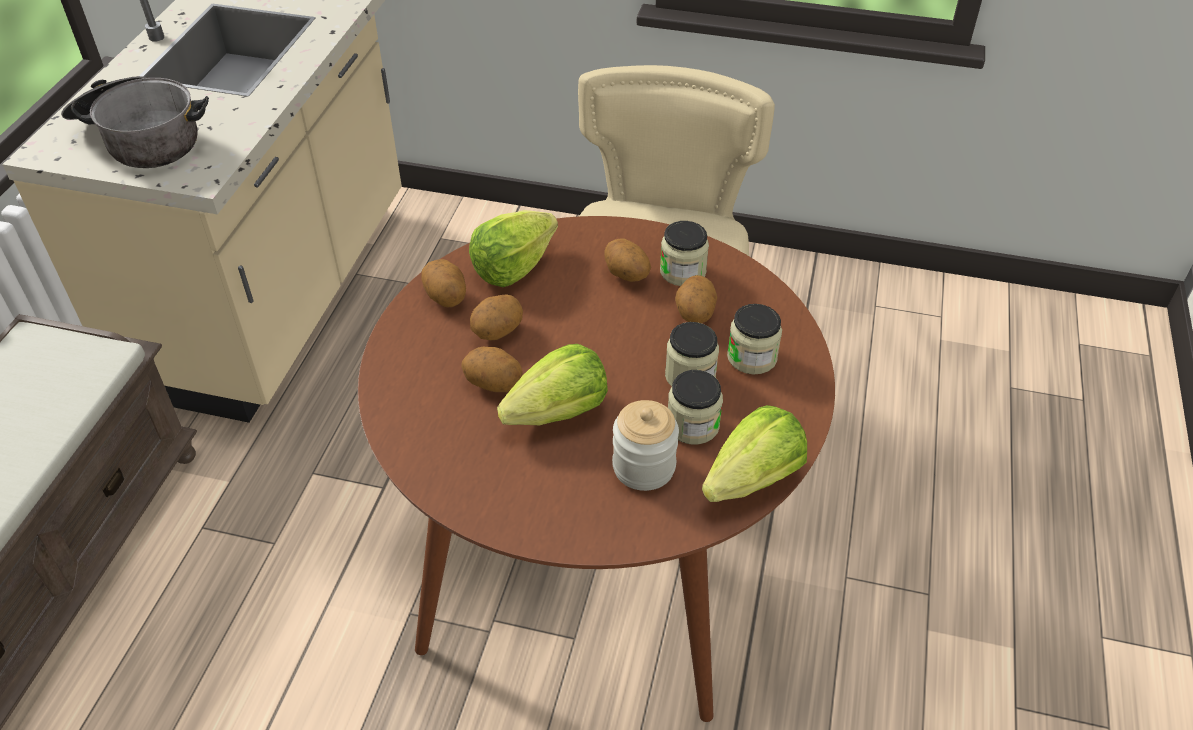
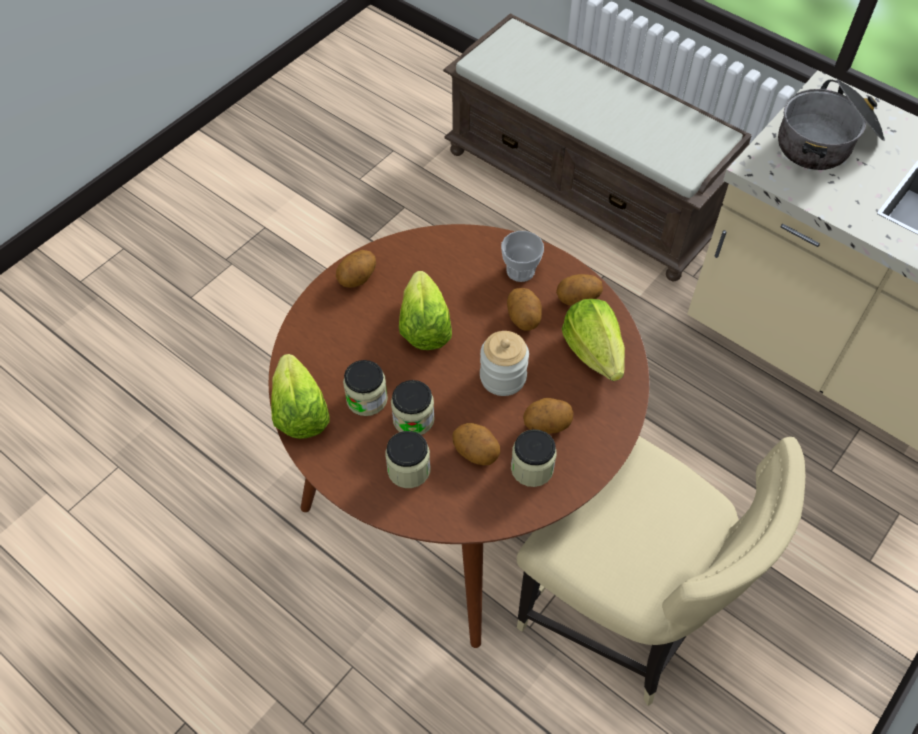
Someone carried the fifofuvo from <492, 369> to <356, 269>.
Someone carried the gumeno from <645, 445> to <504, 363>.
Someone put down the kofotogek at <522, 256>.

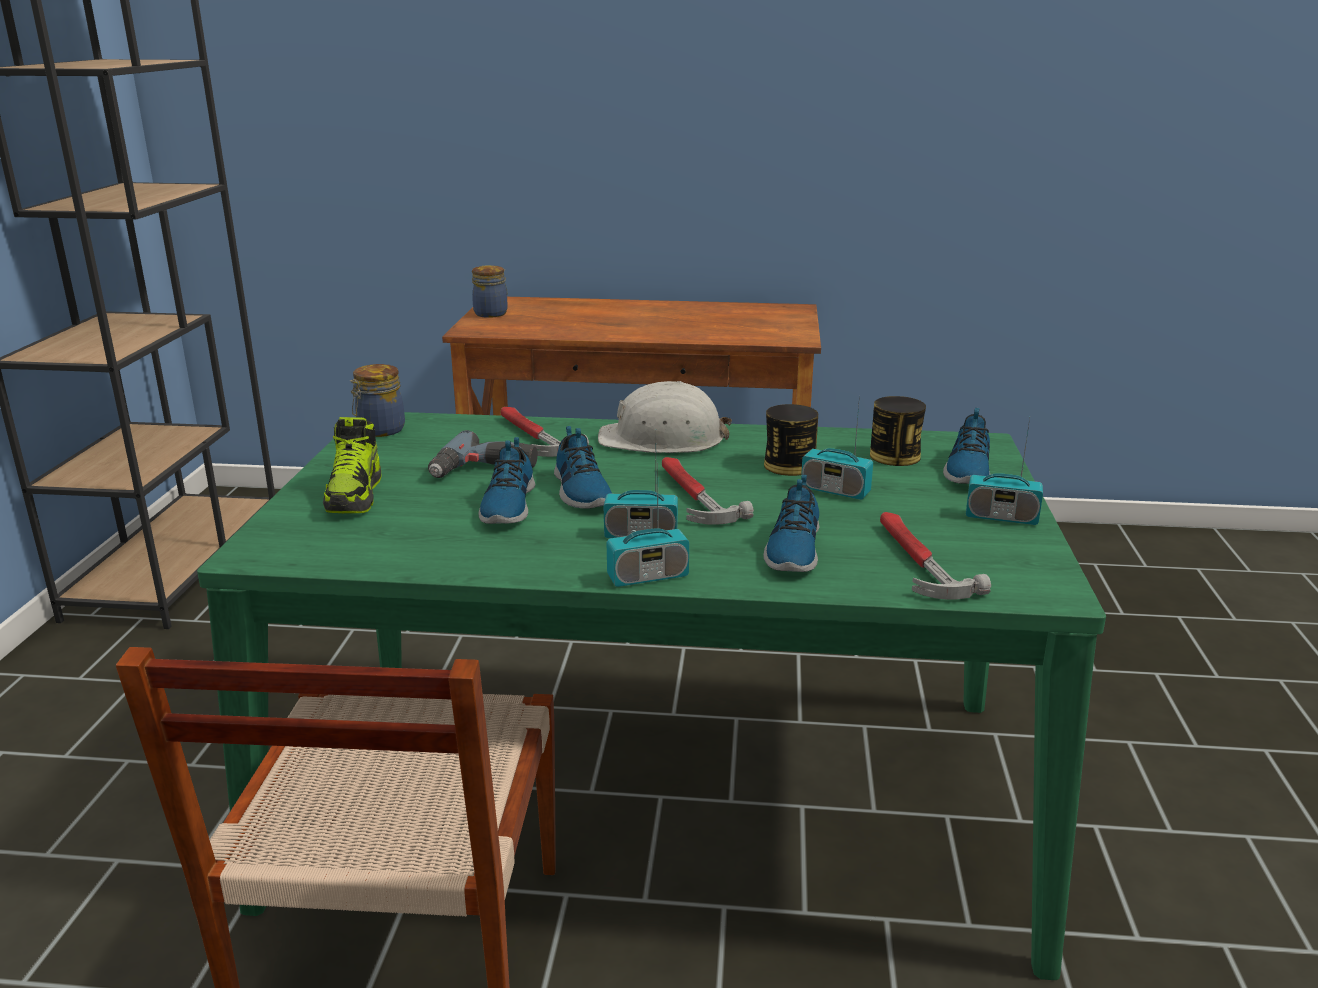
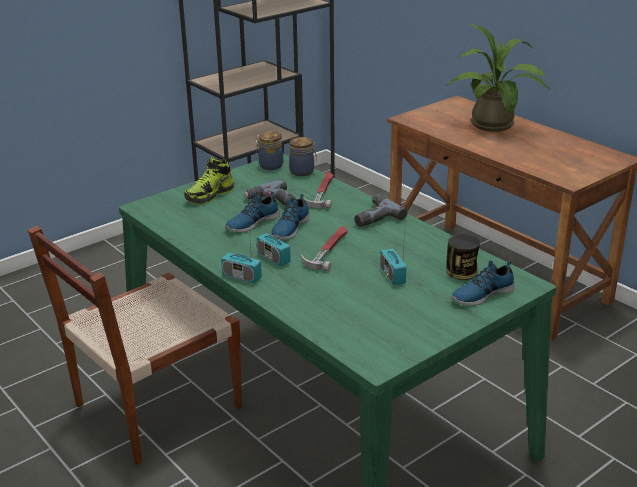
Someone carried the gumeno from <490, 291> to <303, 156>.
Someone swapped the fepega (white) at <665, 417> for the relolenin at <381, 210>.
Someone took away the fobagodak at <791, 523>.
Someone took away the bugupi at <791, 440>.
Someone took away the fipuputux at <935, 556>.
Someone took away the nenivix at <1004, 471>.
Someone put down the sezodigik at <499, 77>.

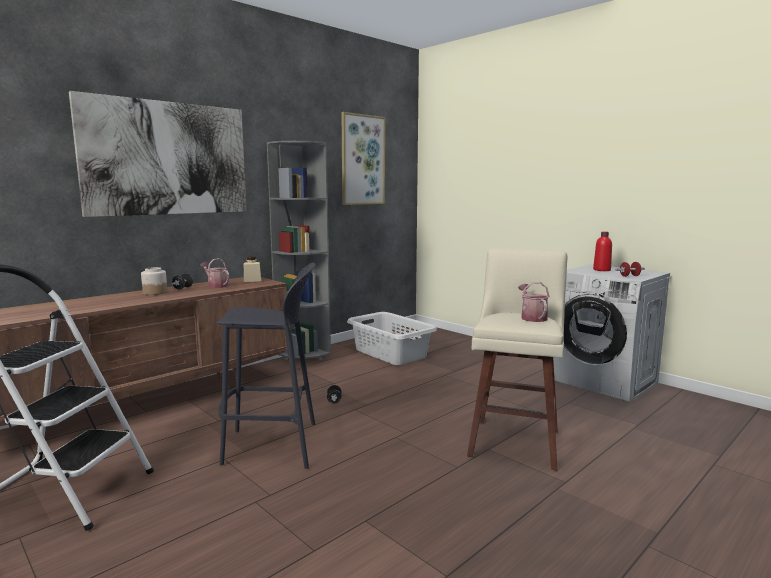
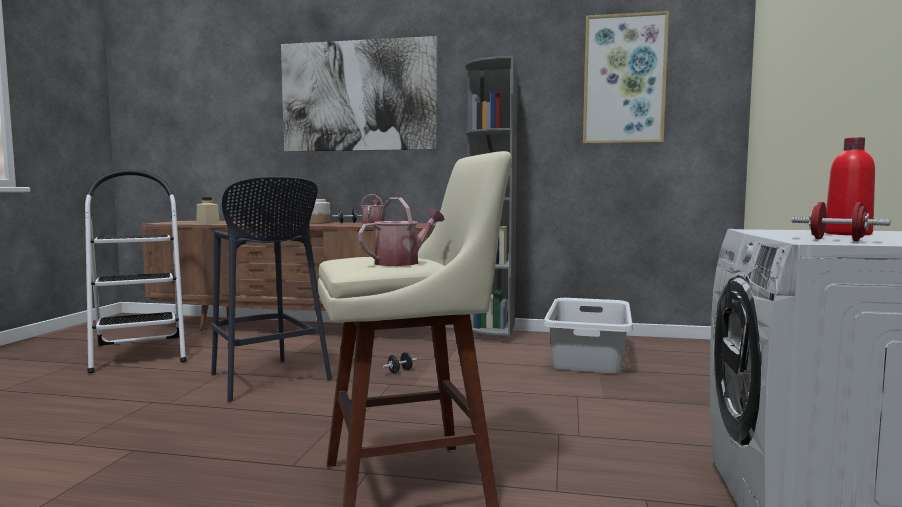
Someone carried the gumeno (beige) from <252, 269> to <208, 210>.

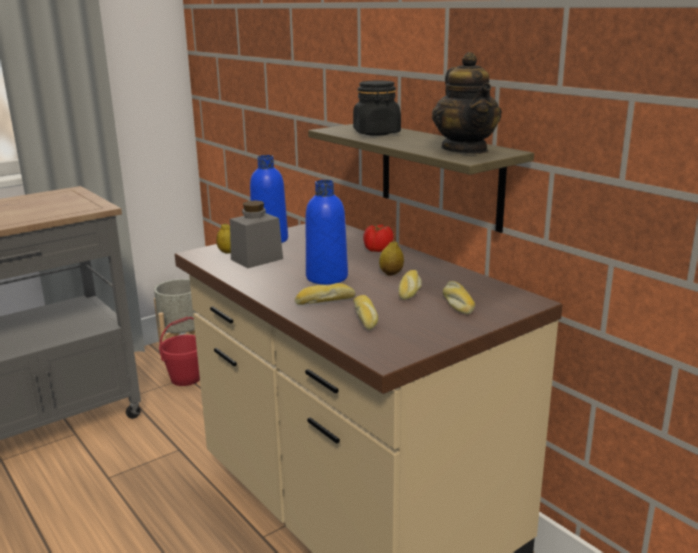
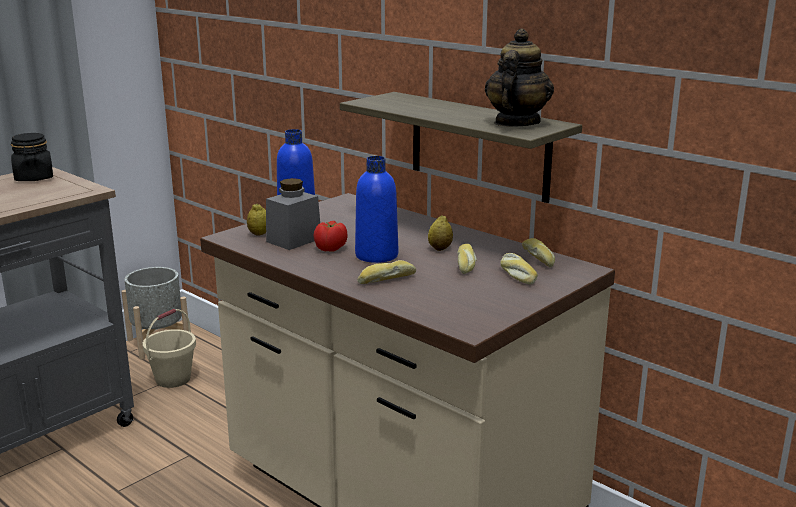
Someone repainted the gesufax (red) at <179, 351>, which became the gesufax (beige) at <169, 348>.
Someone carried the gumeno (black) from <377, 108> to <32, 157>.
Someone carried the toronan from <365, 312> to <538, 253>.
Someone carried the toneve from <378, 238> to <330, 236>.
Someone rotated the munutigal at <467, 103> by 135 degrees counterclockwise.

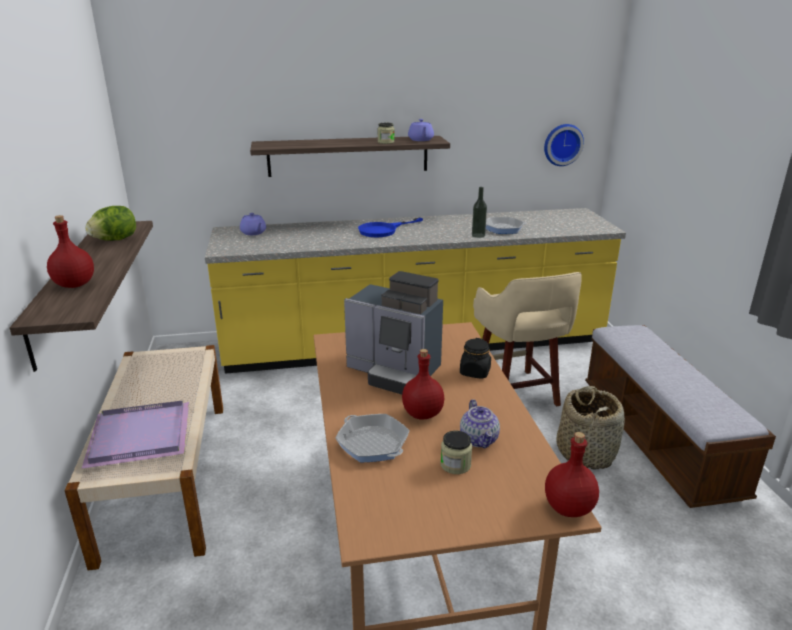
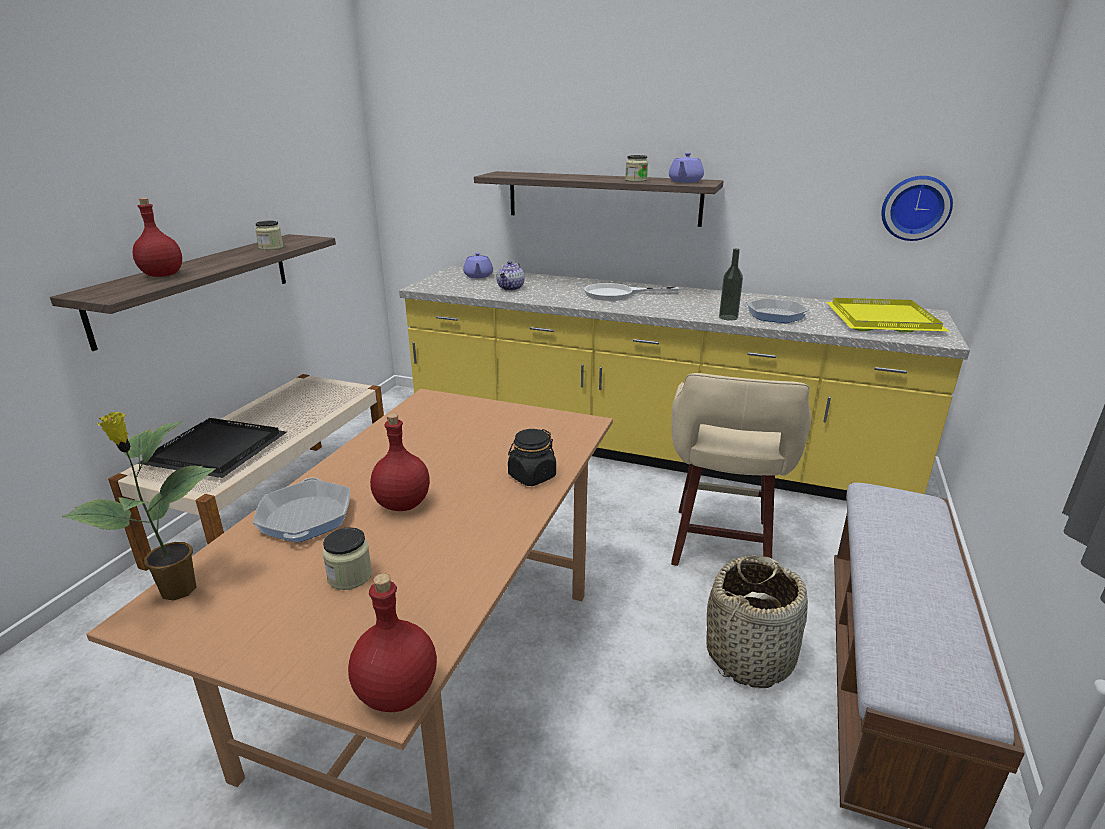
Someone repainted the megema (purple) at <135, 434>, which became the megema (black) at <212, 448>.
Someone swapped the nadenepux at <110, 223> for the gumeno at <269, 235>.
Someone took away the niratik at <393, 333>.
Someone repainted the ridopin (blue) at <390, 227>, which became the ridopin (white) at <632, 292>.
Someone carried the munutigal from <480, 423> to <511, 276>.
Someone put down the sezodigik at <139, 506>.
Someone put down the megema (yellow) at <888, 315>.

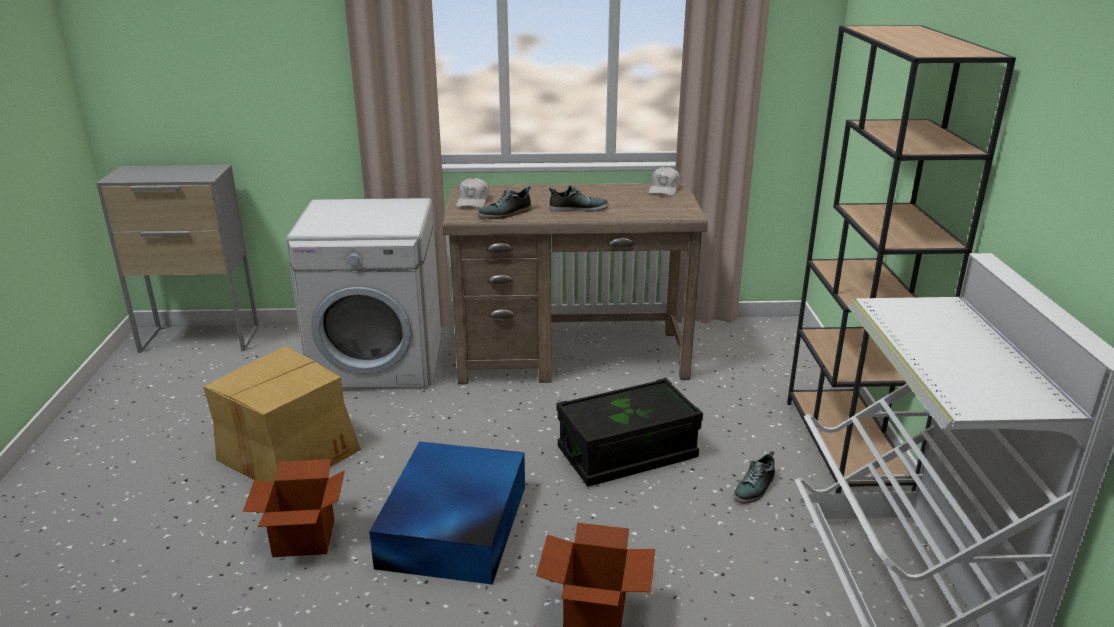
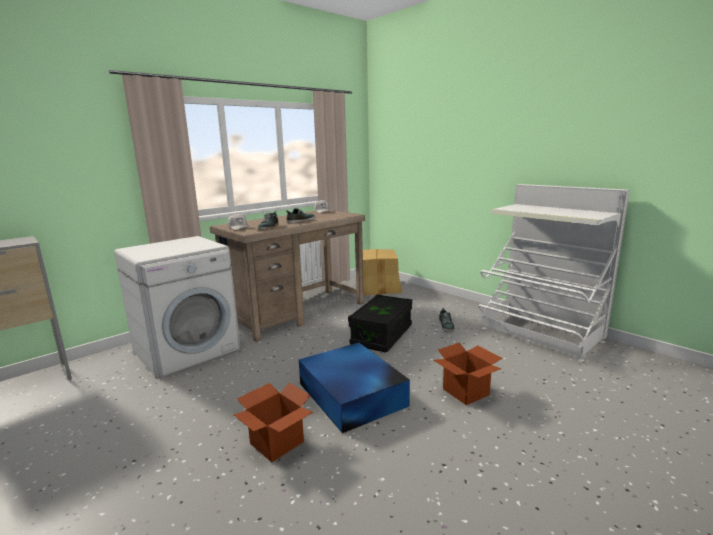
Someone carried the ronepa from <282, 413> to <382, 272>.
Someone took away the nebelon at <901, 259>.

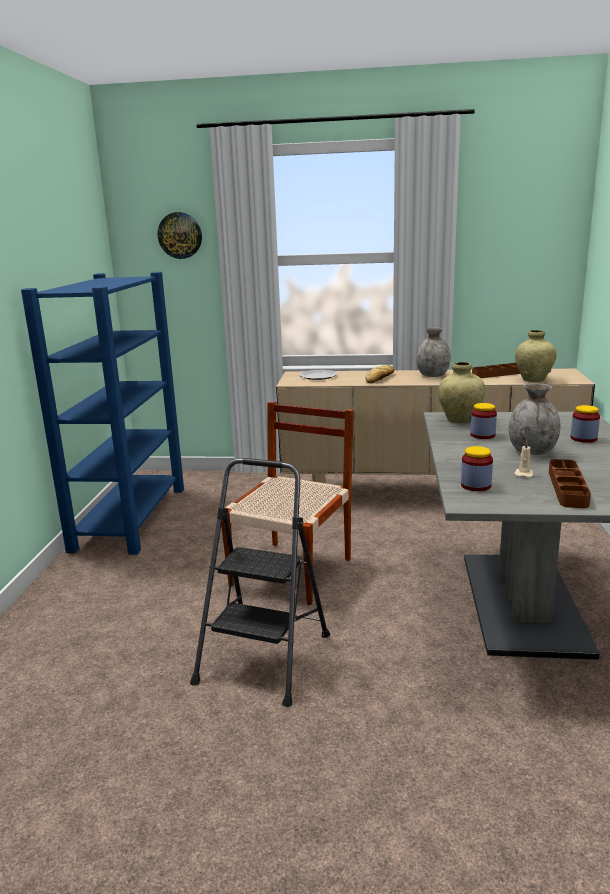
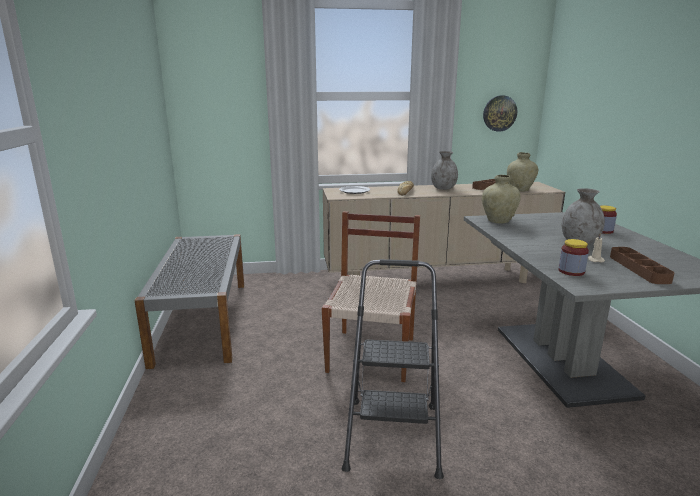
Someone swapped the nebelon (blue) at <102, 413> for the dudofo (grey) at <189, 301>.
Someone carried the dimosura from <180, 235> to <500, 113>.
Someone took away the gumeno at <483, 421>.

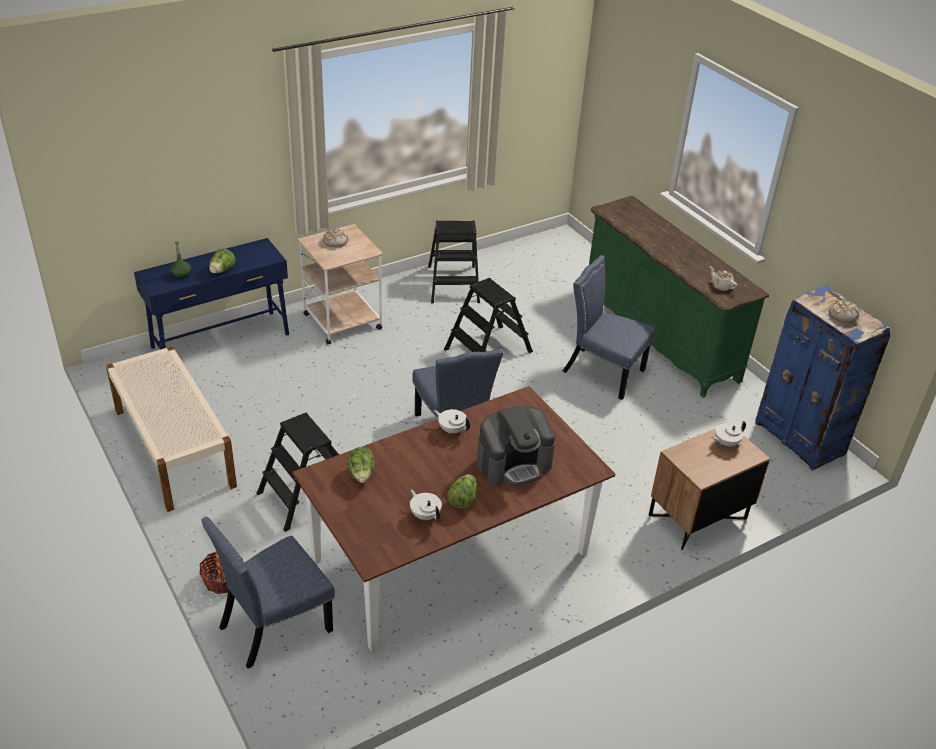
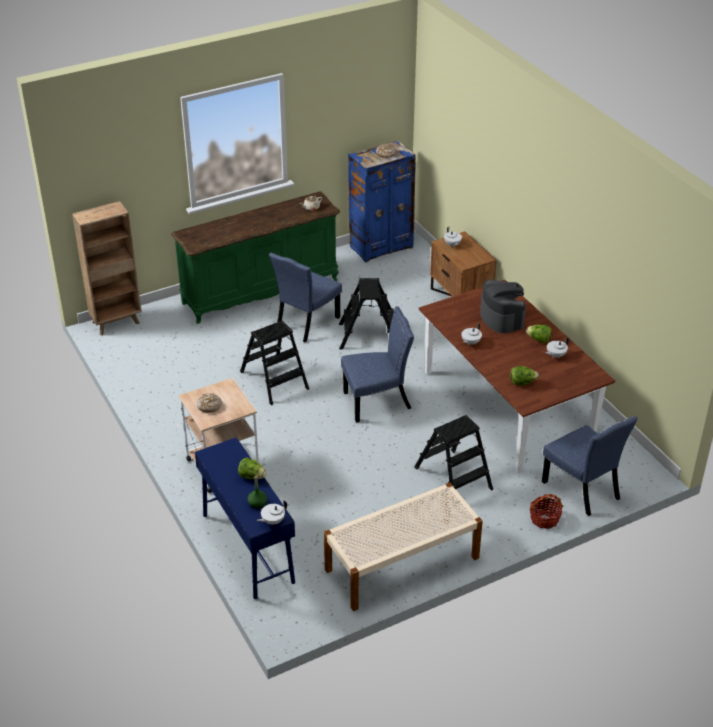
Someone carried the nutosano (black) from <454, 261> to <366, 314>.
Someone put down the nebelon (brown) at <107, 268>.
Someone put down the munutigal (white) at <272, 512>.

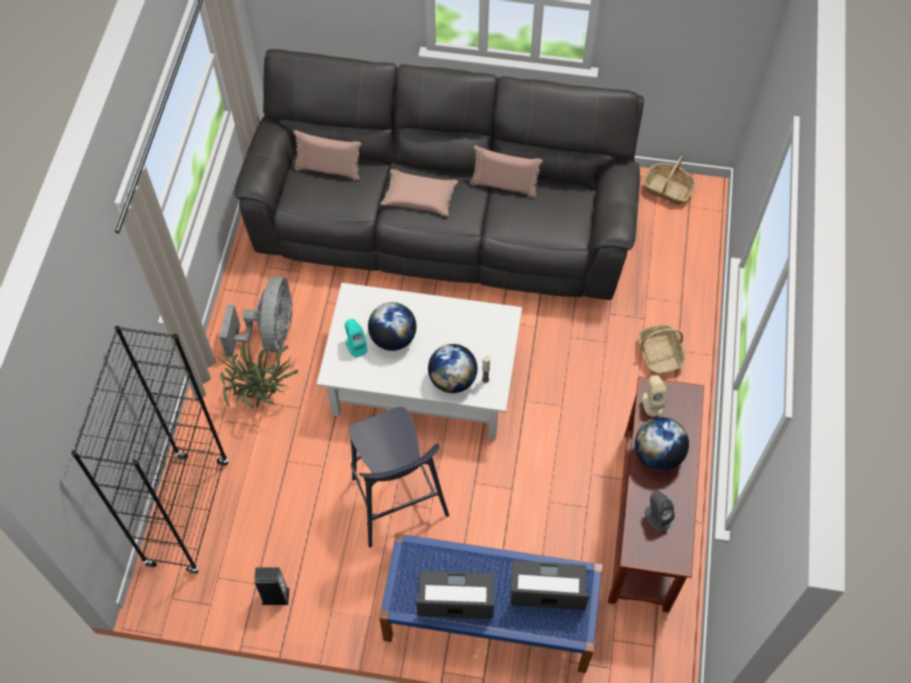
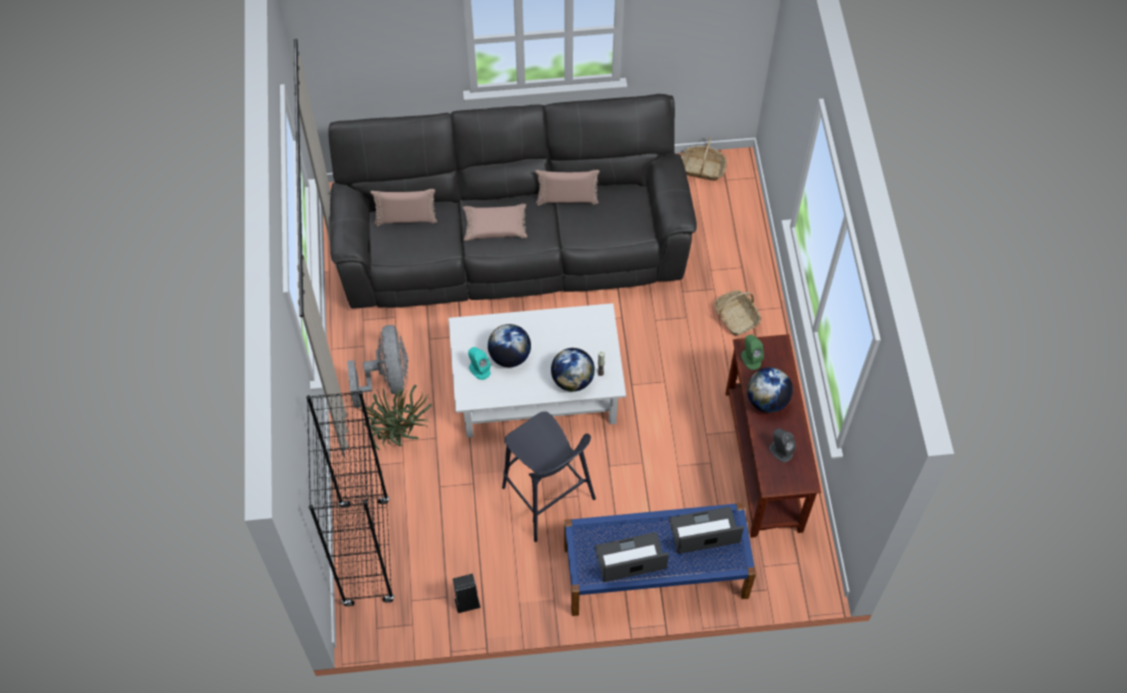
Someone repainted the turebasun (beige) at <654, 396>, which became the turebasun (green) at <752, 352>.

